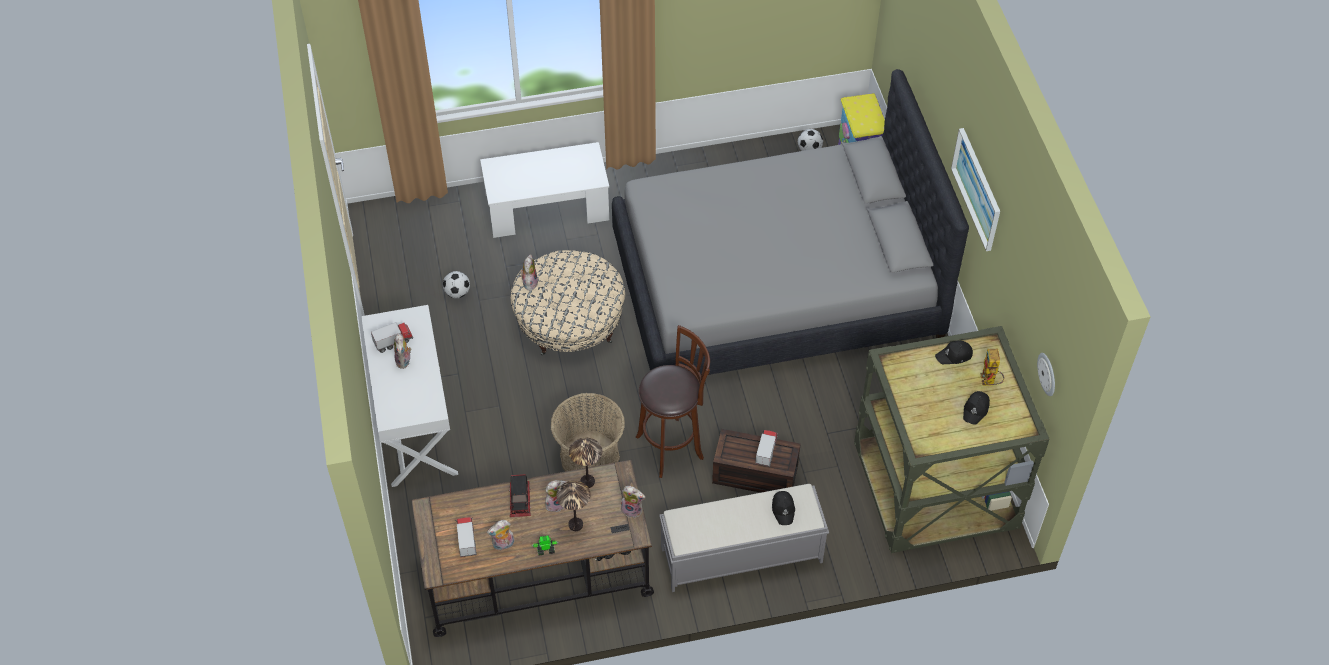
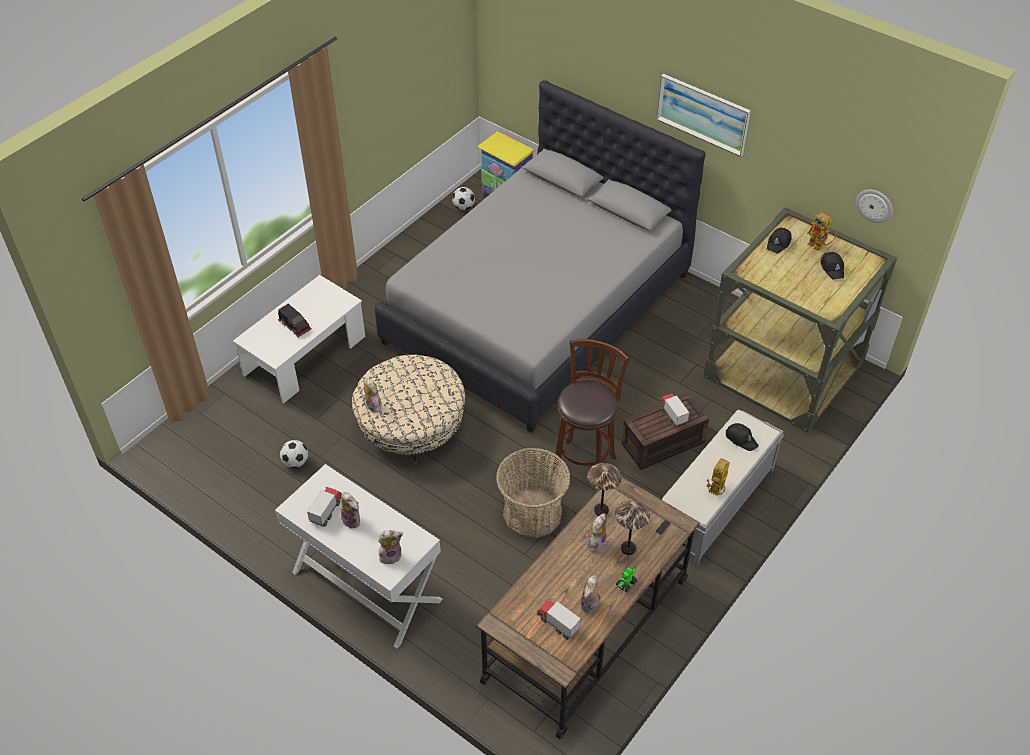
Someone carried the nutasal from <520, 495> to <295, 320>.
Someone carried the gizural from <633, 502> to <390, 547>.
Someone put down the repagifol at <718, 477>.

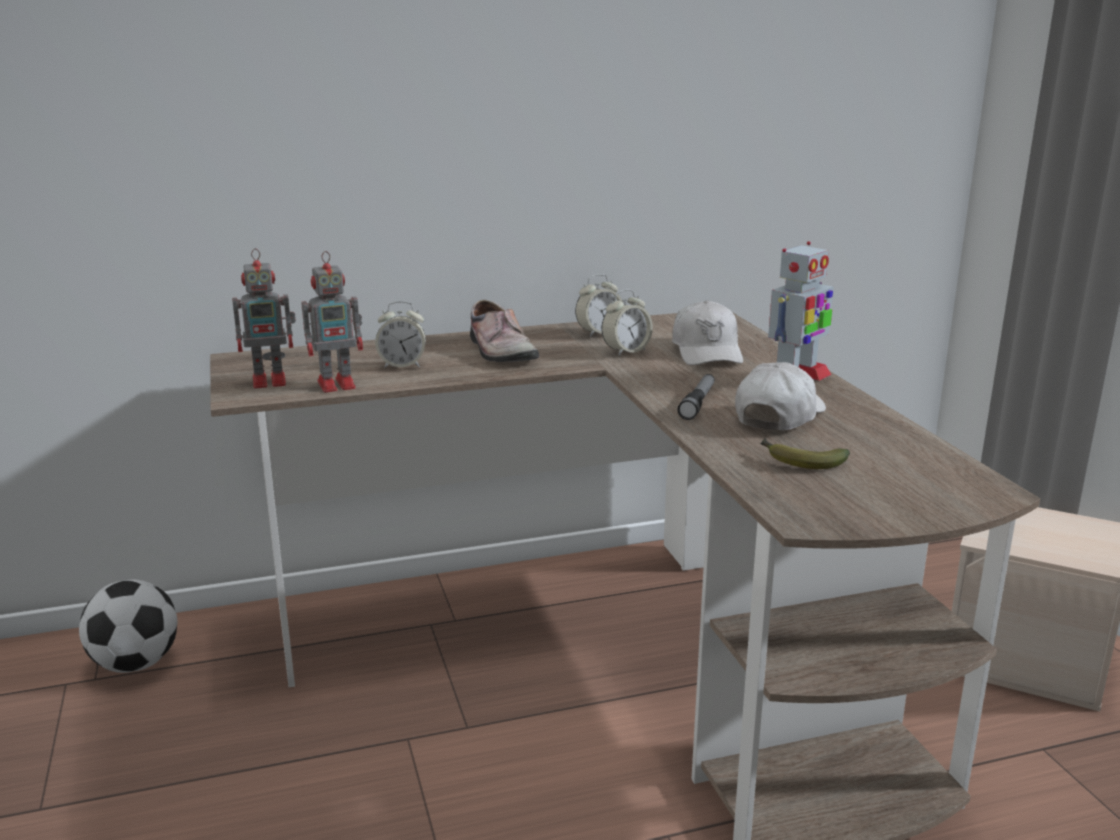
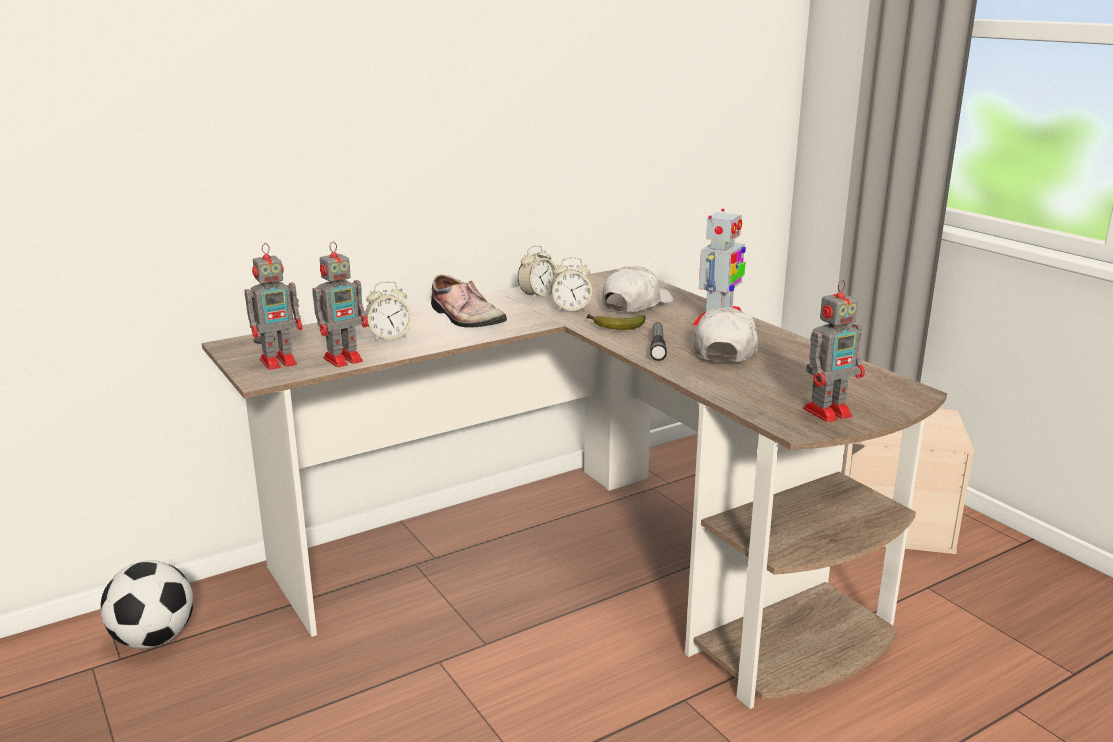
Someone rotated the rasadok at <627, 322> by 45 degrees clockwise.
Someone rotated the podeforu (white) at <707, 332> by 120 degrees counterclockwise.
Someone carried the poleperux from <805, 454> to <616, 322>.
Someone put down the repagifol at <834, 351>.

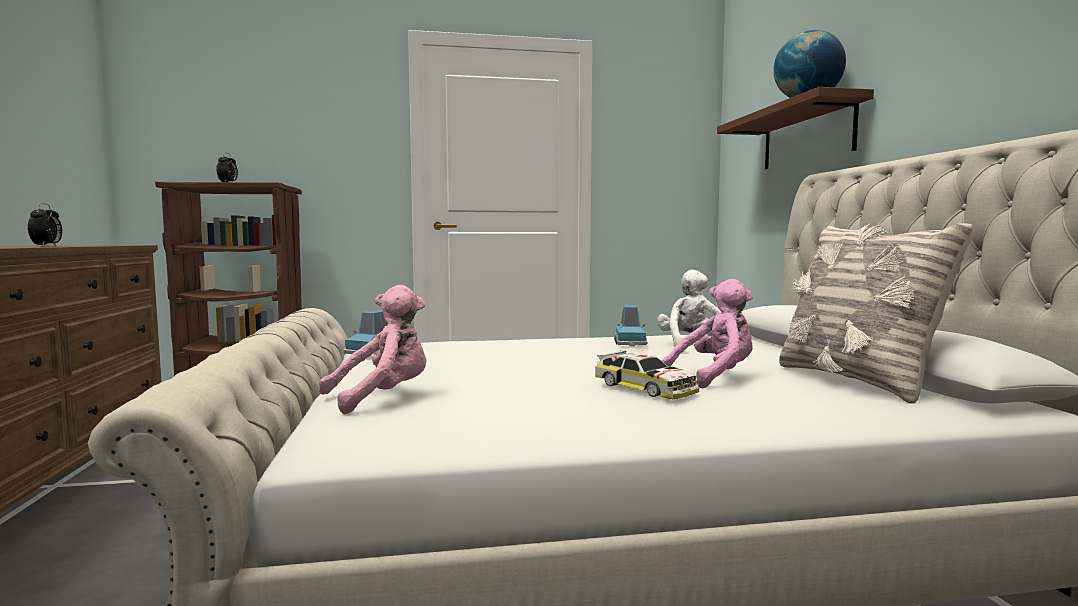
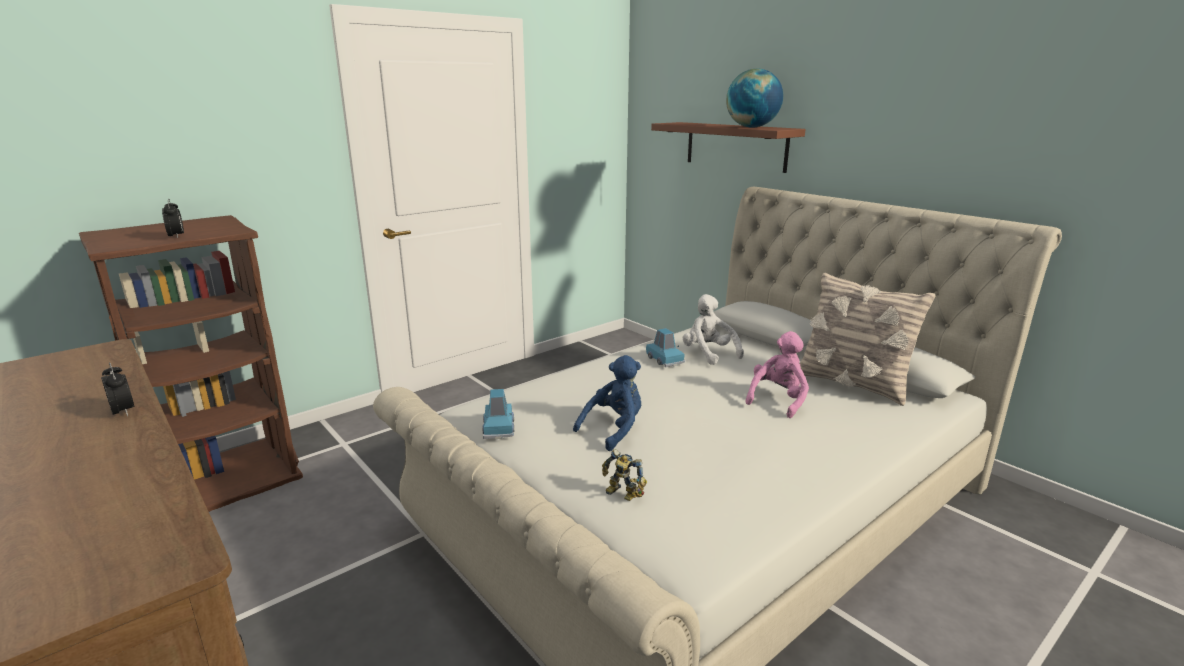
Someone swapped the gizural (pink) at <372, 349> for the repagifol at <624, 475>.
Someone took away the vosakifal at <647, 374>.
Someone put down the gizural (blue) at <607, 403>.

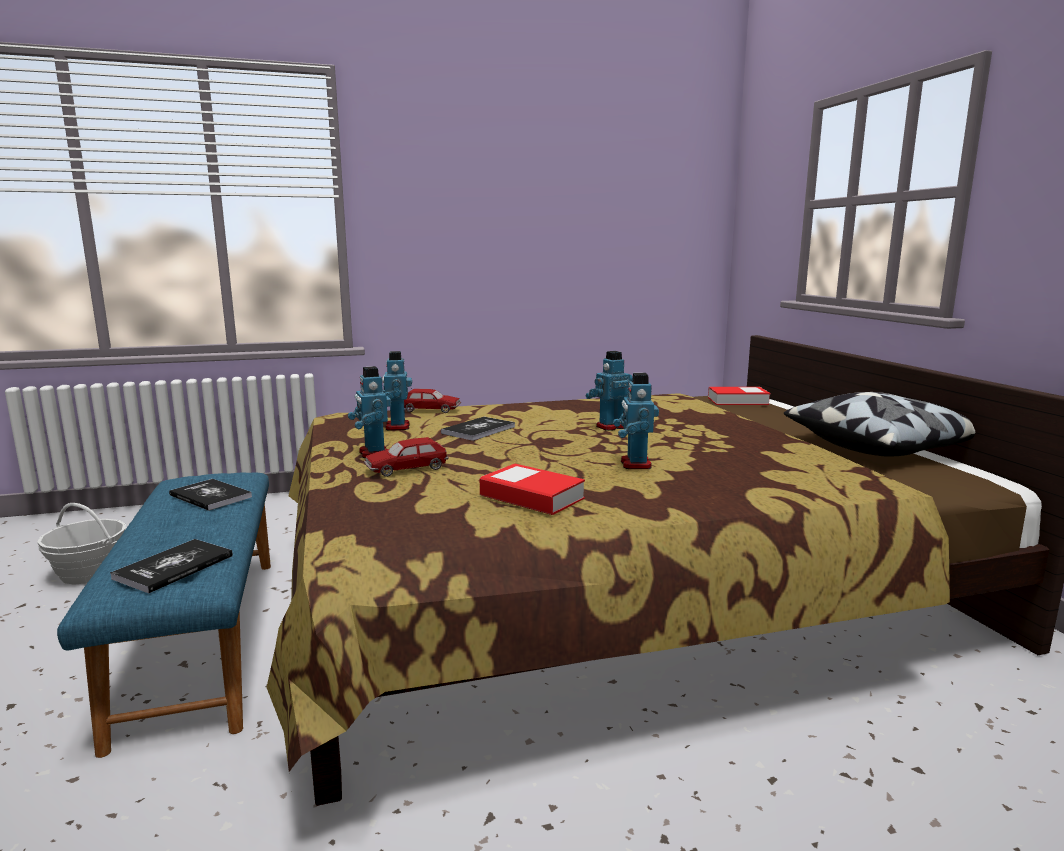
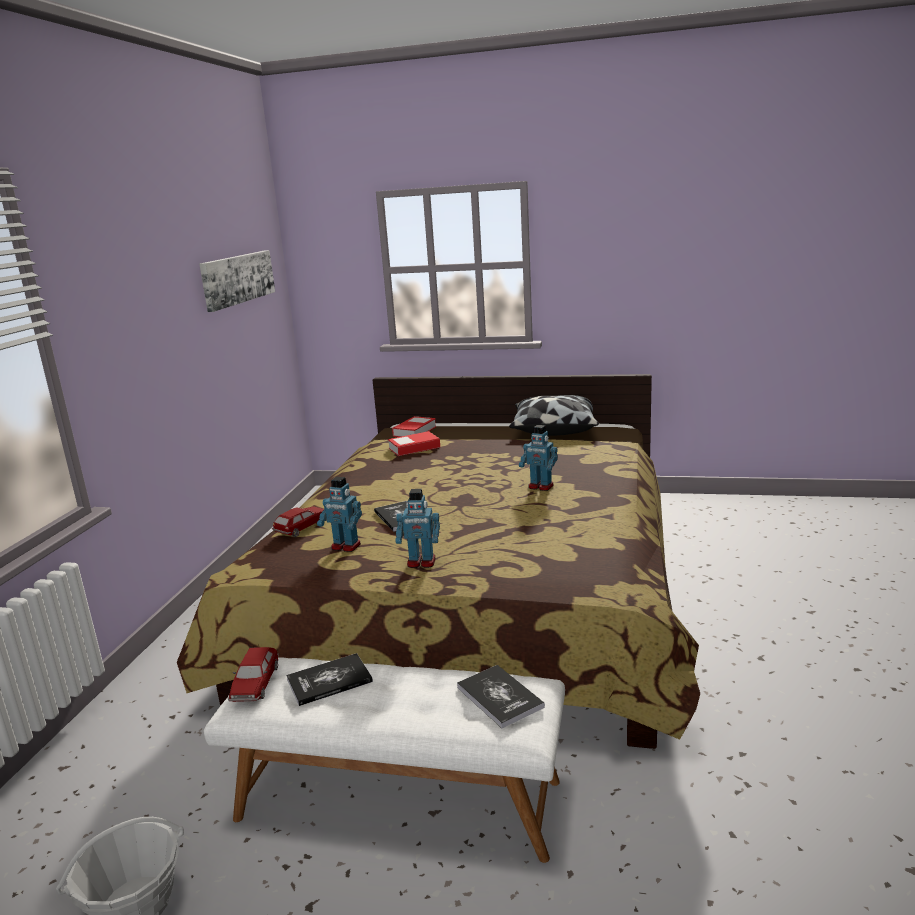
Someone repainted the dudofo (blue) at <164, 615>, which became the dudofo (white) at <384, 760>.
Someone carried the vosakifal from <406, 457> to <253, 674>.
Someone carried the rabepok from <532, 489> to <414, 443>.
Someone took away the repagifol at <609, 391>.
Someone put up the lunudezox at <237, 281>.

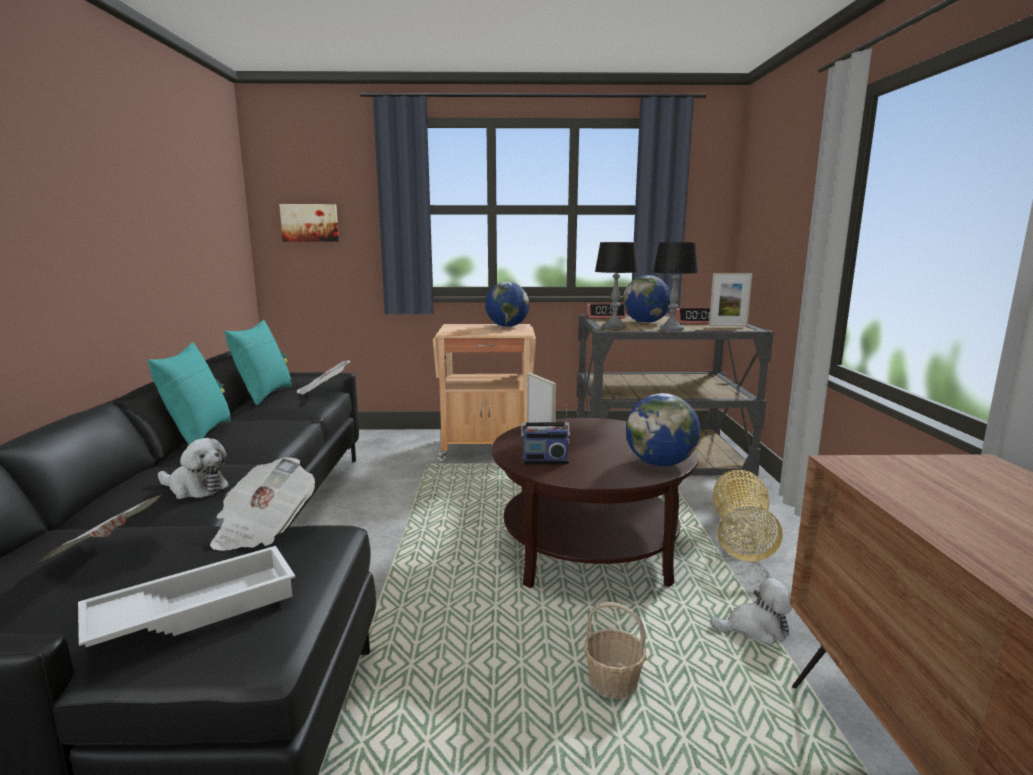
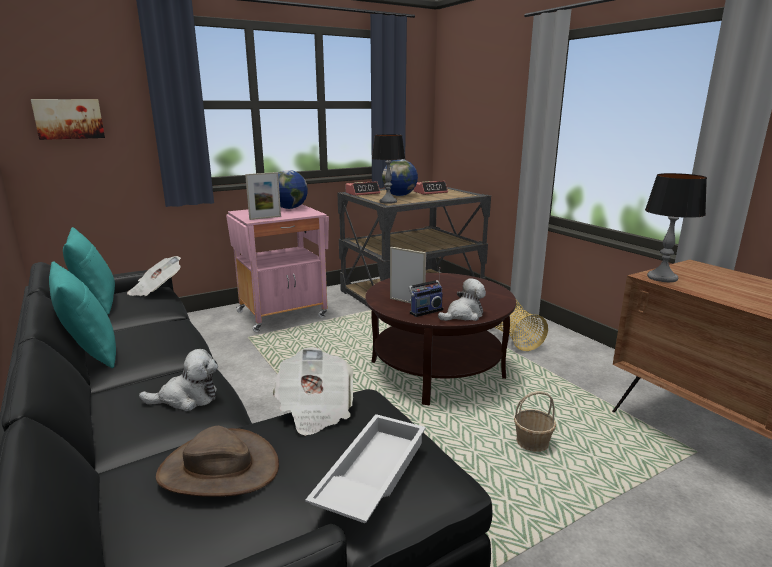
Someone swapped the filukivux at <99, 529> for the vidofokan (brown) at <217, 461>.
Someone repainted the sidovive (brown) at <484, 392>, which became the sidovive (pink) at <277, 268>.
Someone took away the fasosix at <663, 430>.
Someone carried the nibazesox from <675, 286> to <676, 227>.
Someone carried the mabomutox from <730, 299> to <263, 196>.
Someone carried the gizural from <751, 610> to <462, 300>.

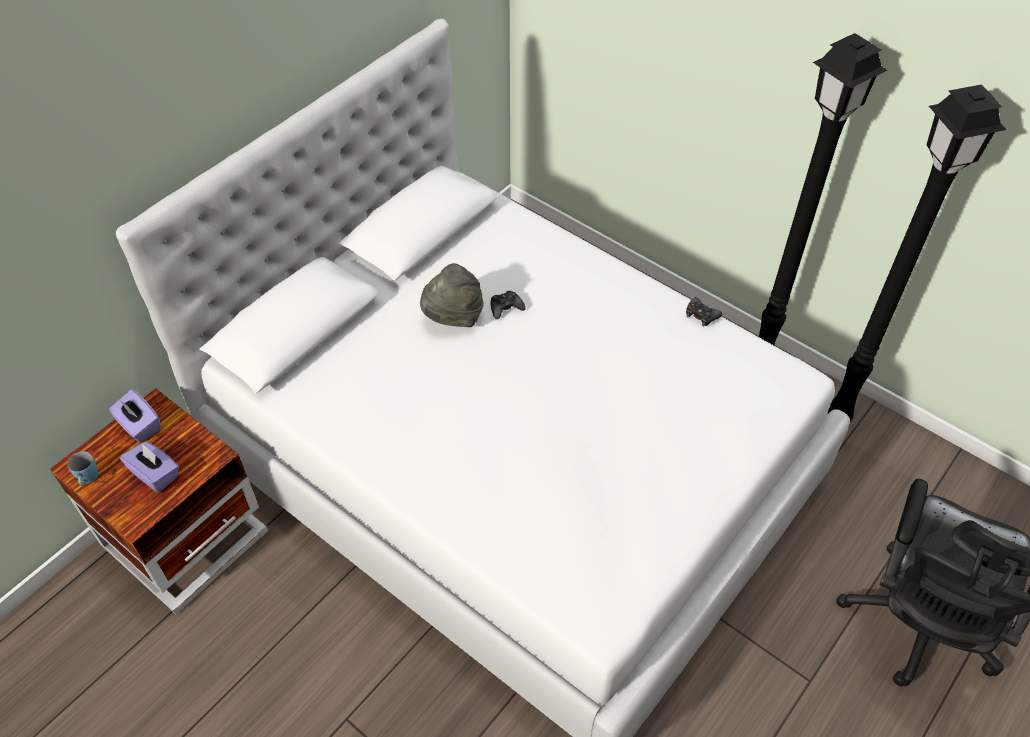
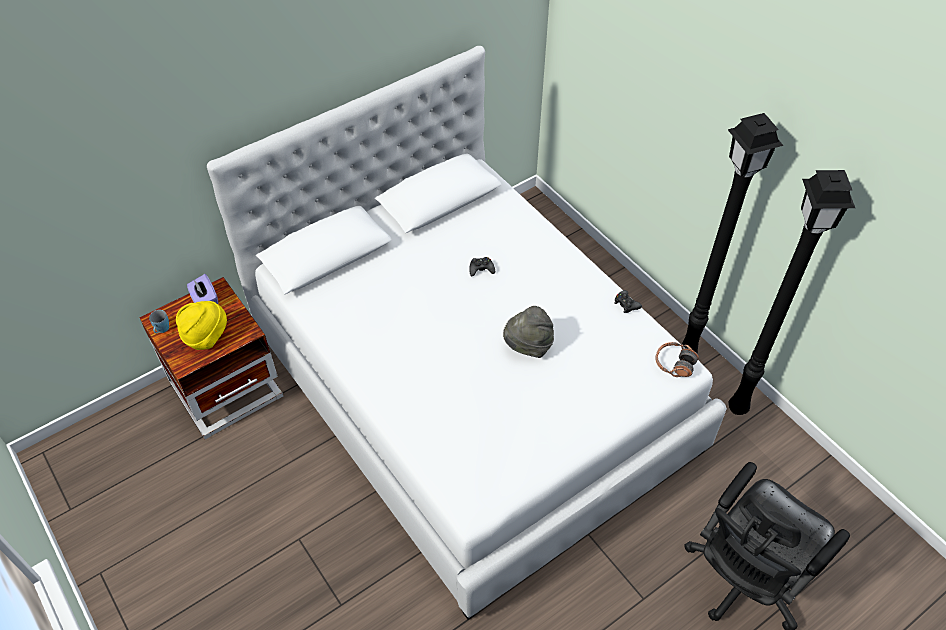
Someone swapped the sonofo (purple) at <149, 467> for the vidofokan (yellow) at <201, 325>.
Someone carried the vidofokan (grey) from <452, 295> to <528, 332>.
Someone put down the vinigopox at <677, 359>.

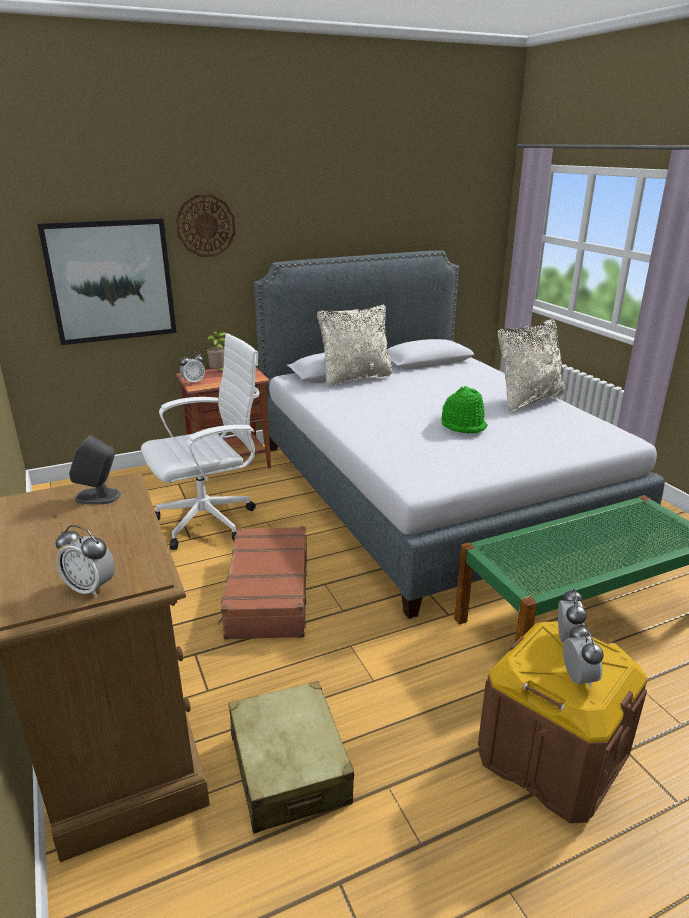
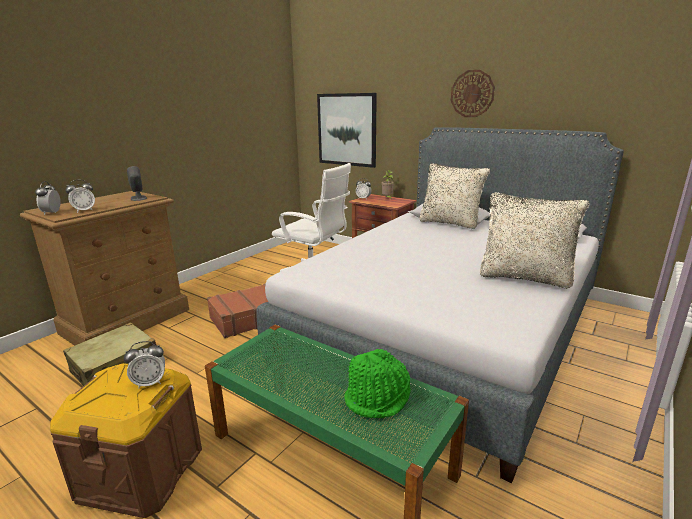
Someone carried the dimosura from <206, 225> to <473, 93>.
Someone carried the vidofokan (green) from <464, 410> to <378, 383>.
Someone carried the rasadok from <583, 656> to <80, 196>.

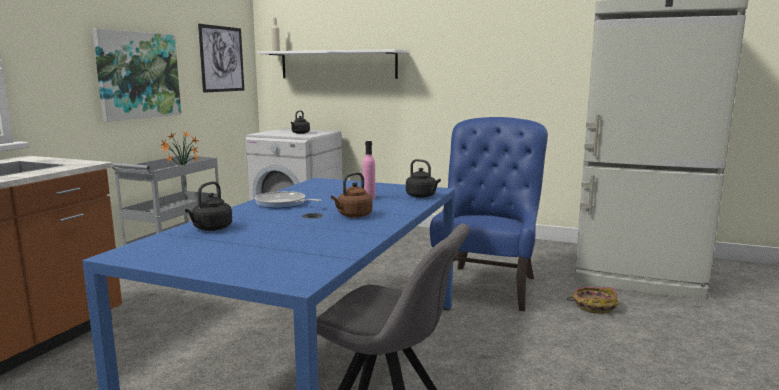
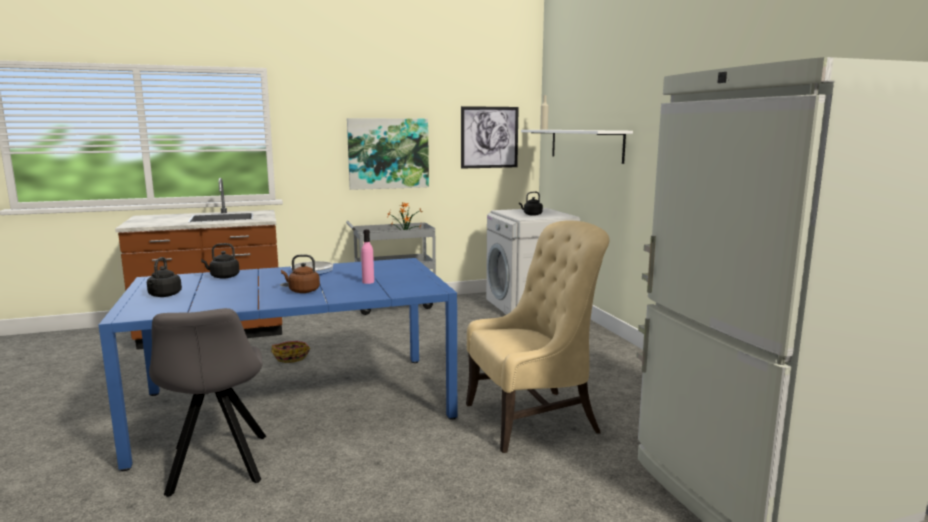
Someone carried the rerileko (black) from <423, 178> to <164, 277>.
Someone repainted the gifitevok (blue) at <489, 214>, which became the gifitevok (beige) at <537, 336>.
Someone carried the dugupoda from <592, 300> to <290, 352>.

